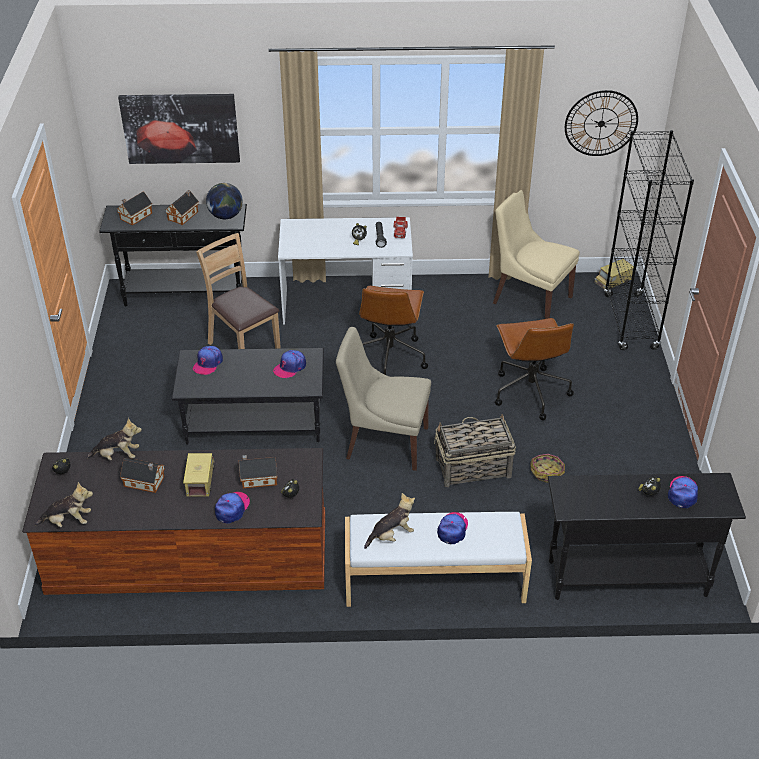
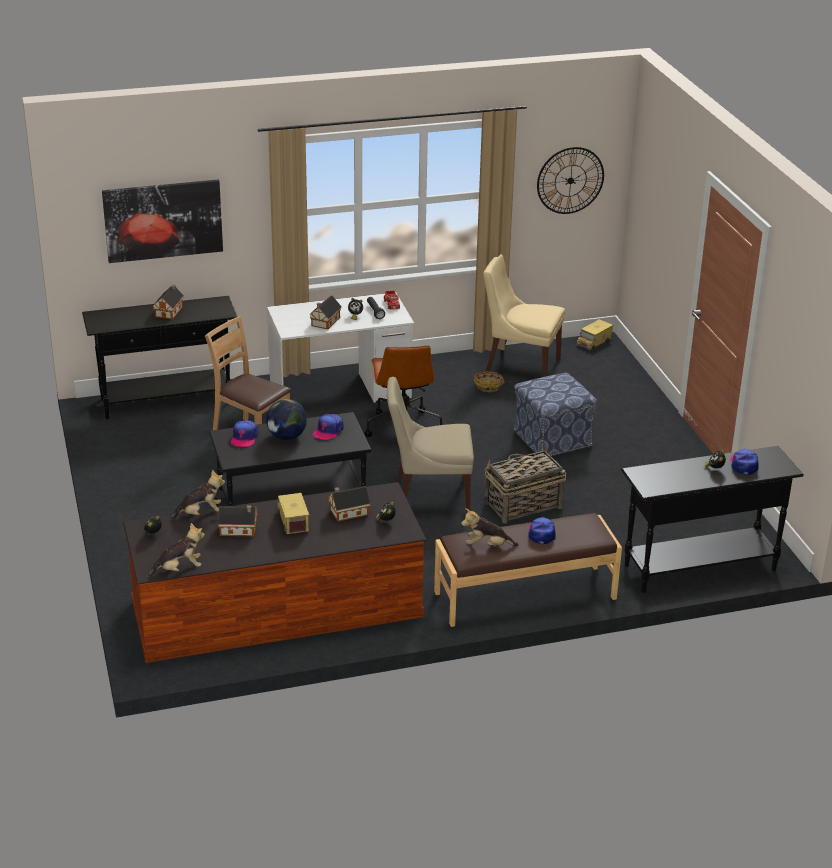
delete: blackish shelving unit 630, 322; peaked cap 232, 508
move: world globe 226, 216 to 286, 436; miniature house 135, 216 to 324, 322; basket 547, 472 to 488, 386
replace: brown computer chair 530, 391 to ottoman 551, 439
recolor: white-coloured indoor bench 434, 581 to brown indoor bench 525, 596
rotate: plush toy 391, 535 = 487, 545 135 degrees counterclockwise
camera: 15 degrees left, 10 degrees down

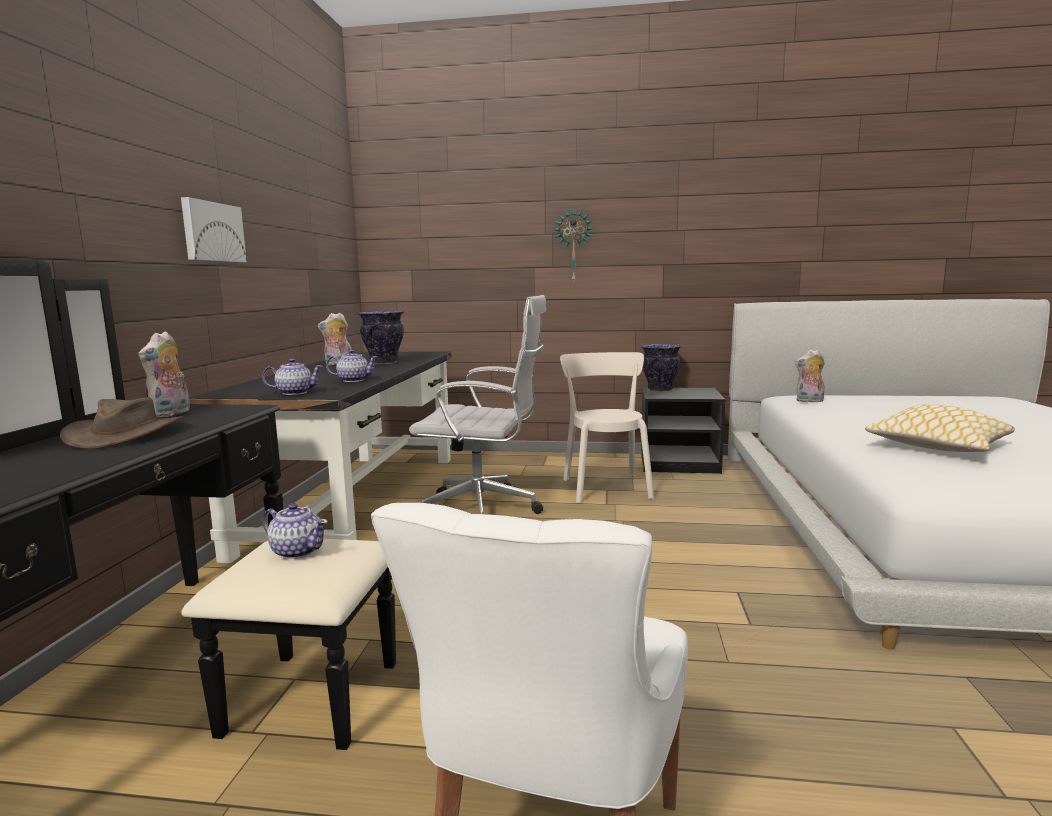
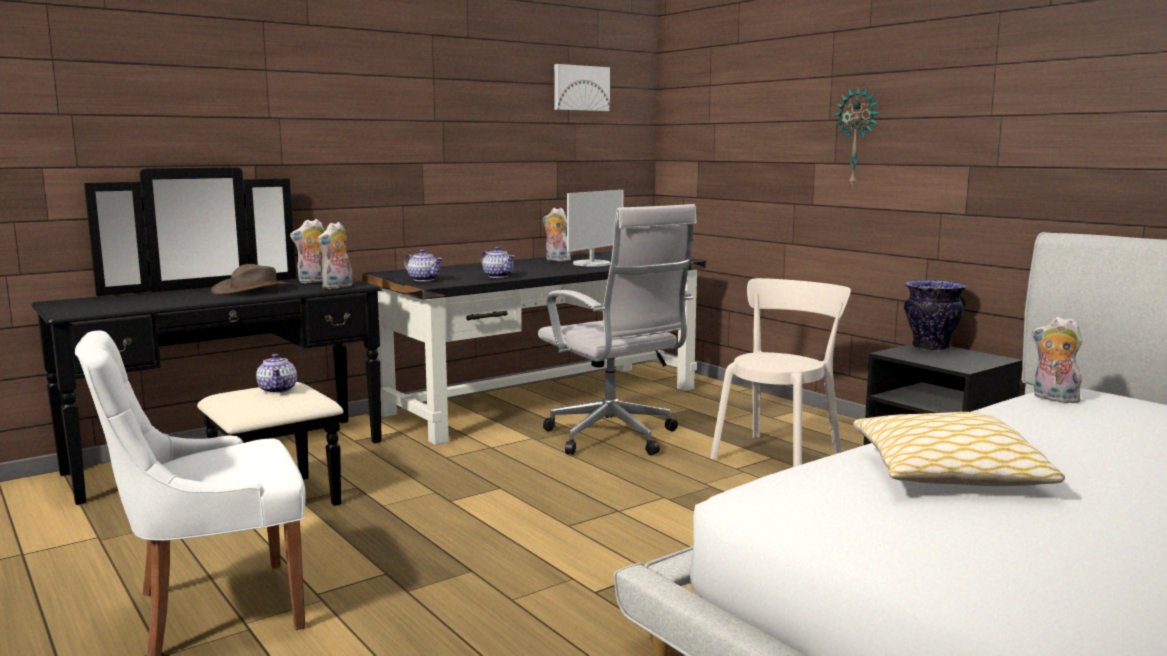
insert: plush toy 337, 287
move: picture 212, 232 to 580, 88
replace: flower vase 383, 362 to monitor 592, 264
camera: 45 degrees right, 0 degrees up

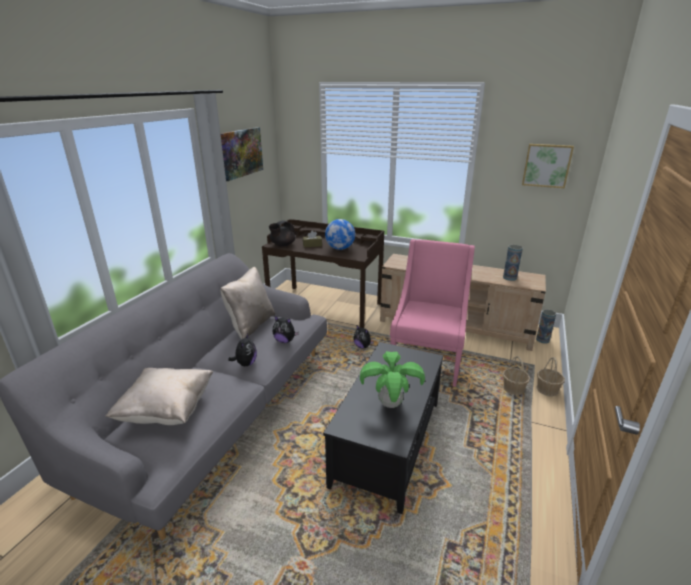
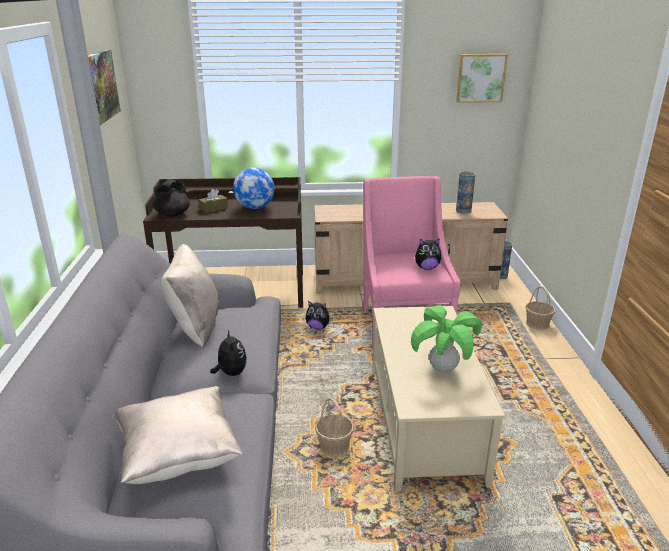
move: plush toy 285, 341 to 426, 268; basket 513, 388 to 334, 445
recolor: blackish lounge table 386, 442 to beige-coloured lounge table 422, 422
camera: 25 degrees left, 0 degrees up

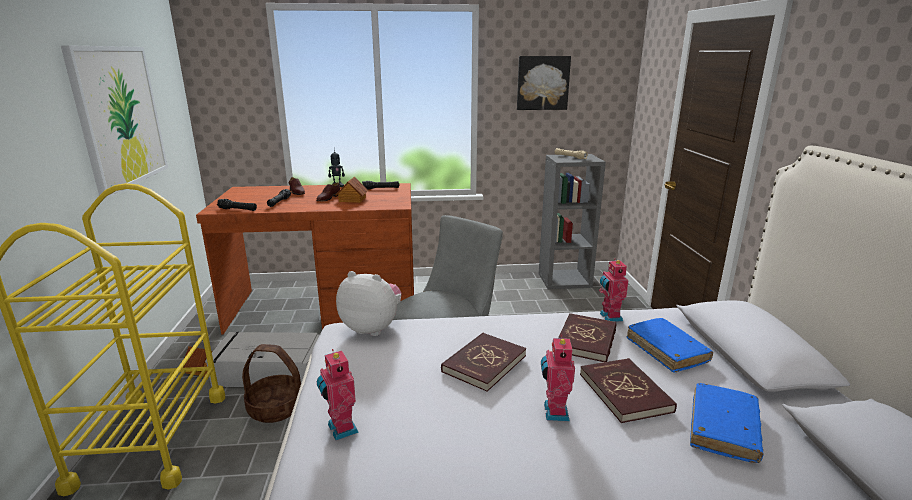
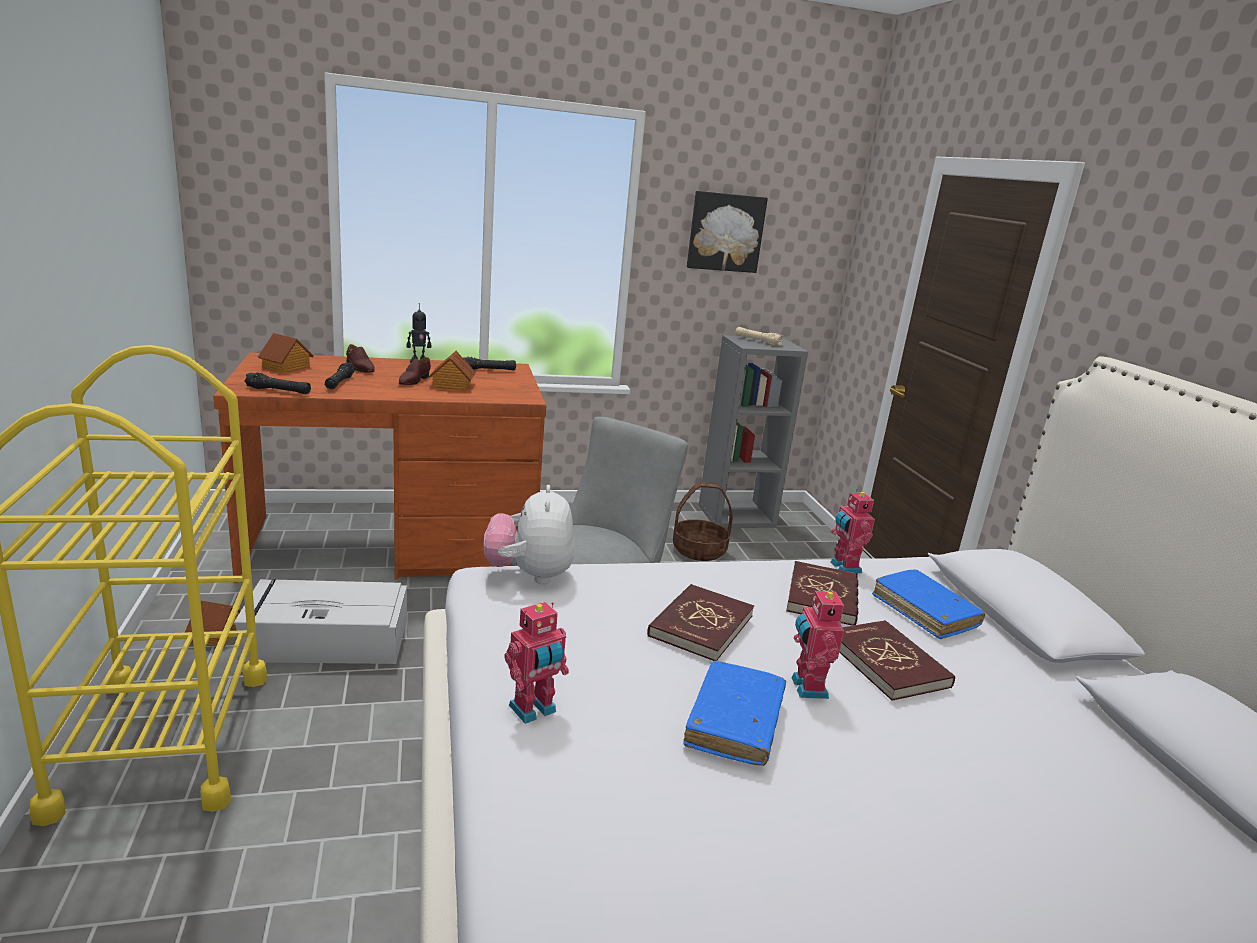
delete: picture 119, 116
insert: miniature house 286, 367
move: basket 276, 408 to 699, 550; blue-coloured bound book 723, 429 to 734, 722
rotate: plush toy 372, 328 = 529, 575 105 degrees counterclockwise; robot figure 340, 429 = 534, 710 90 degrees counterclockwise
camera: 10 degrees left, 0 degrees up

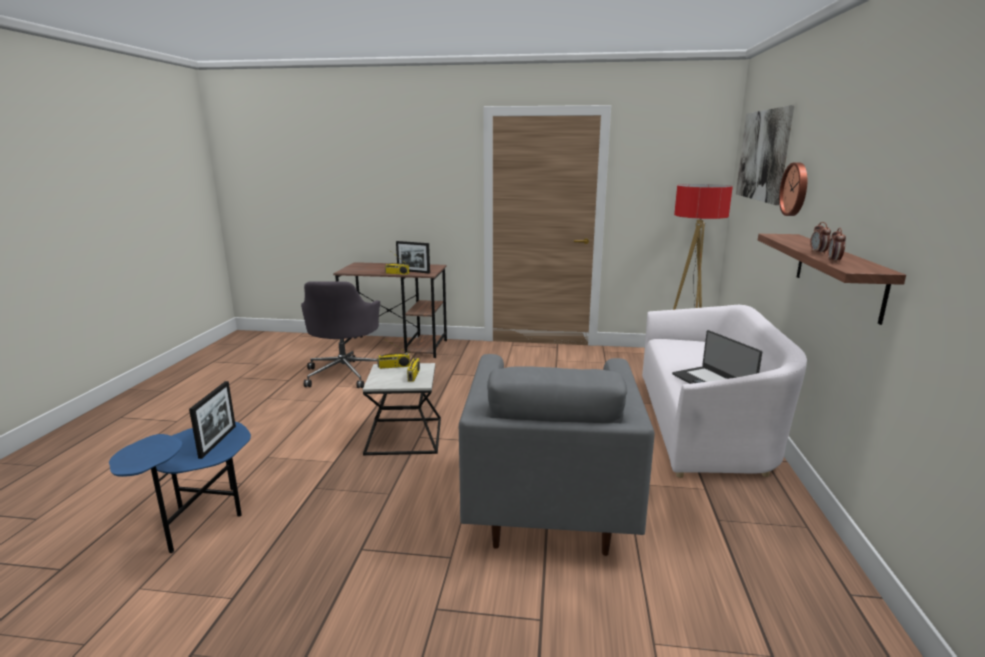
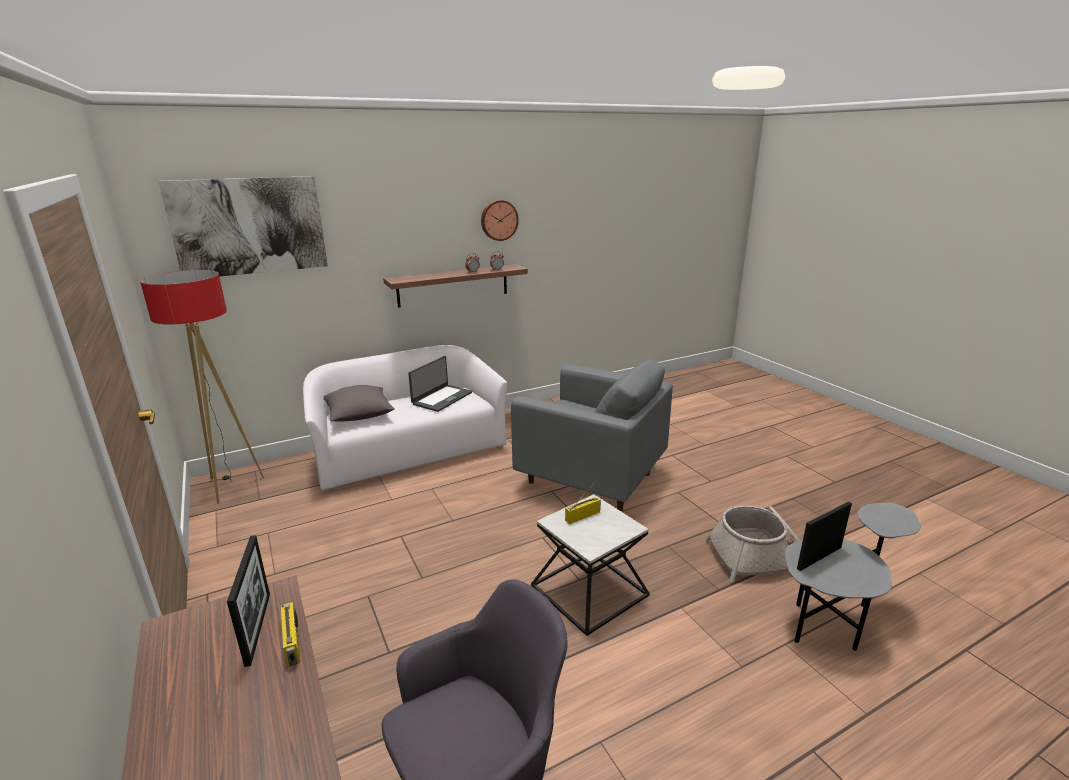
delete: radio set 394, 366
insert: grey pillow 359, 415; basket 759, 557
move: clock on the wall 796, 189 to 498, 220
recolor: blue-coloured side table 201, 522 to grey side table 834, 620
rotate: grey easy chair 548, 505 = 589, 479 60 degrees clockwise
camera: 125 degrees left, 5 degrees up

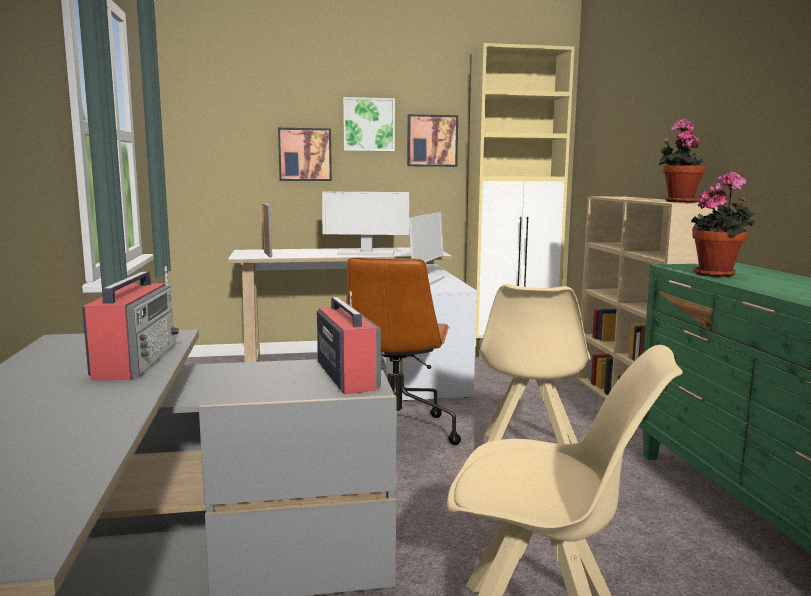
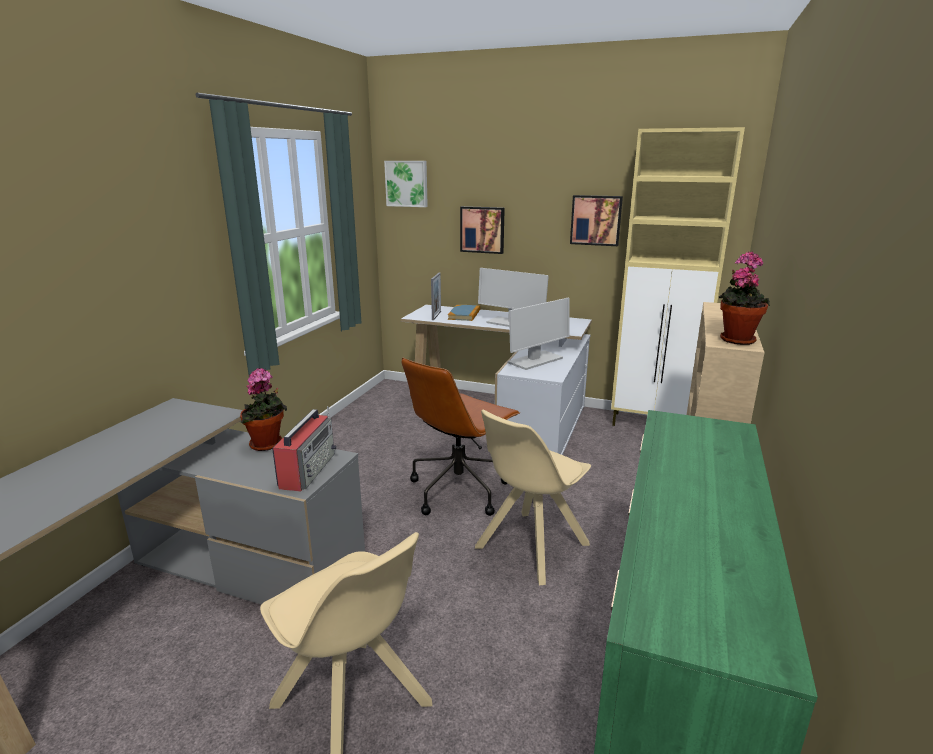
delete: radio set 136, 361
insert: bound book 464, 315
move: picture 368, 124 to 407, 183; houseplant 718, 274 to 268, 445
camera: 30 degrees right, 10 degrees up

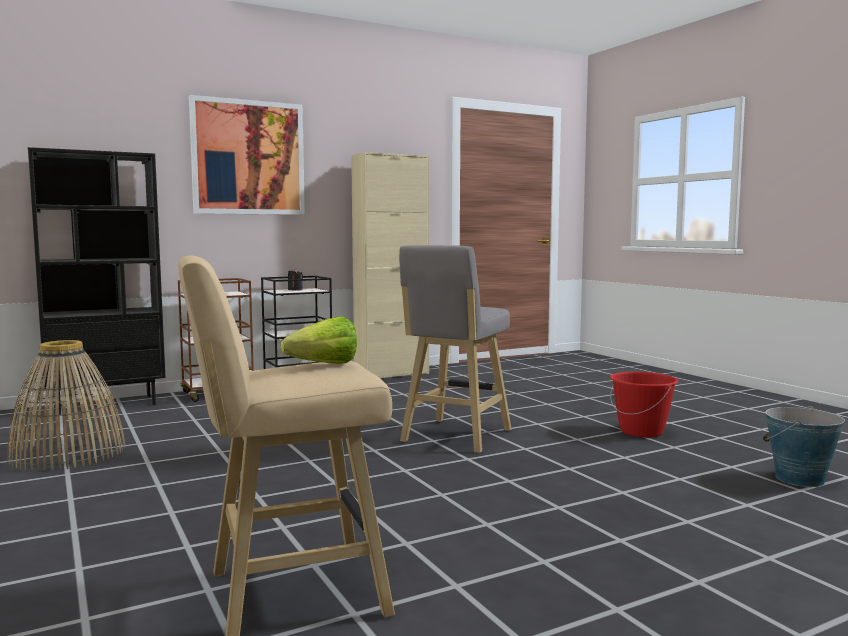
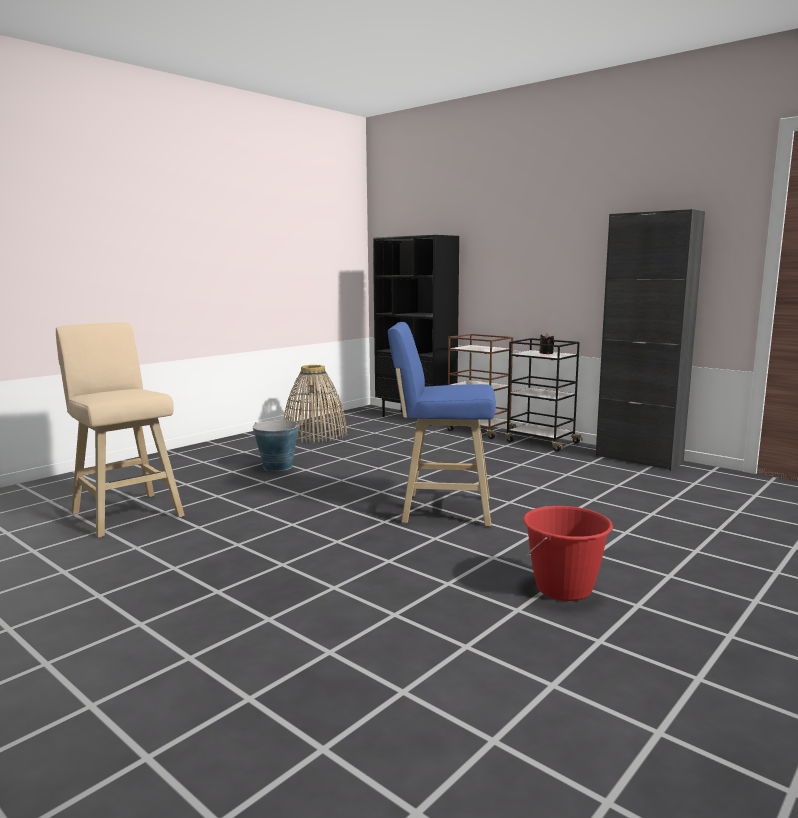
delete: picture 248, 158; lettuce 317, 366
move: bucket 799, 479 to 277, 467
recolor: beige-coloured cupboard 391, 374 to blackish cupboard 638, 459; grey stool 454, 437 to blue-coloured stool 441, 510
camera: 70 degrees right, 5 degrees up

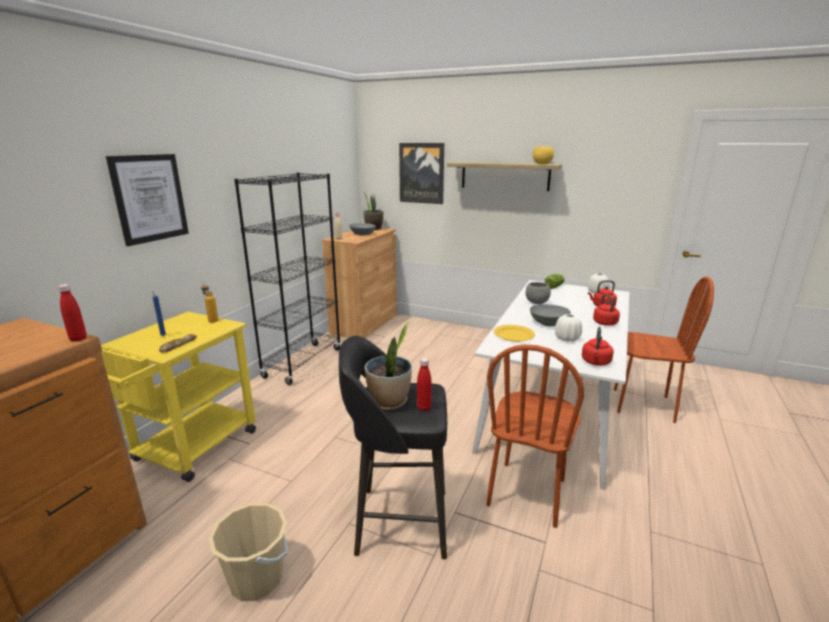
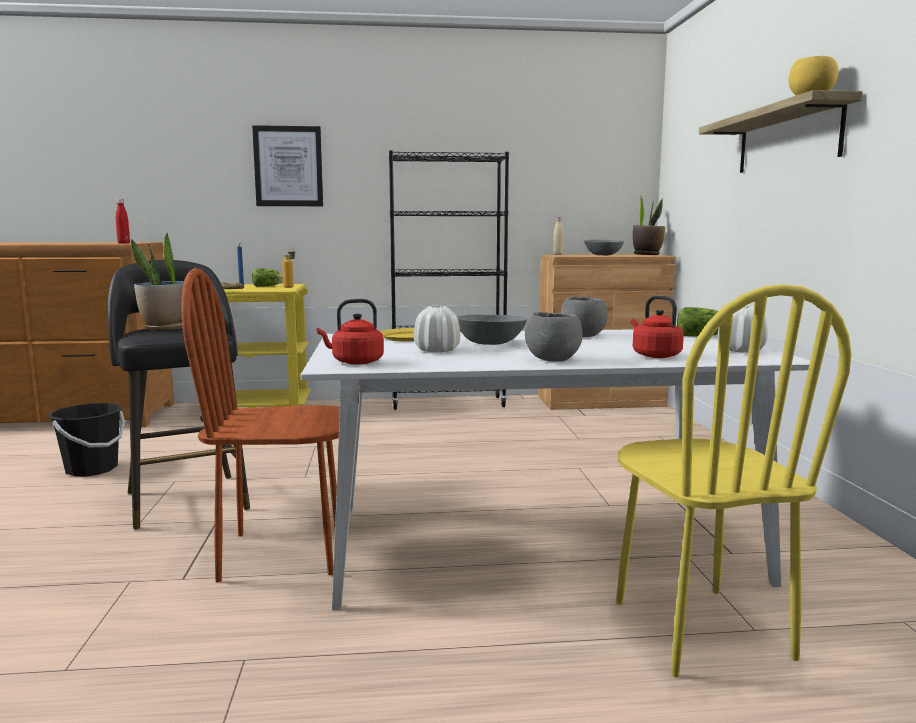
delete: picture 421, 173; reddish drink bottle 424, 408
insert: lettuce 268, 286
replace: reddish tea kettle 605, 323 to grey serving bowl 553, 360
recolor: brown plain chair 643, 405 to yellow plain chair 699, 629; beige-coloured bucket 257, 579 to blackish bucket 91, 469
camera: 60 degrees right, 10 degrees down

